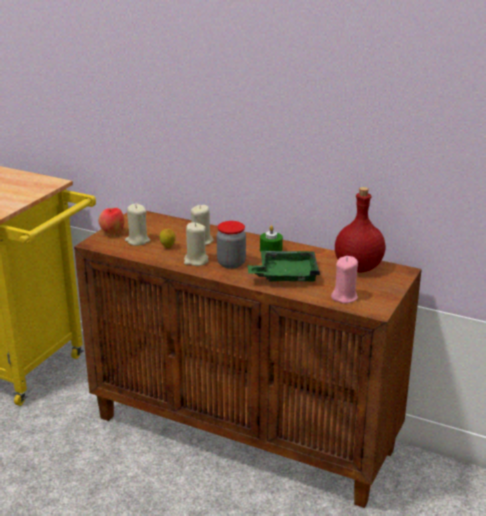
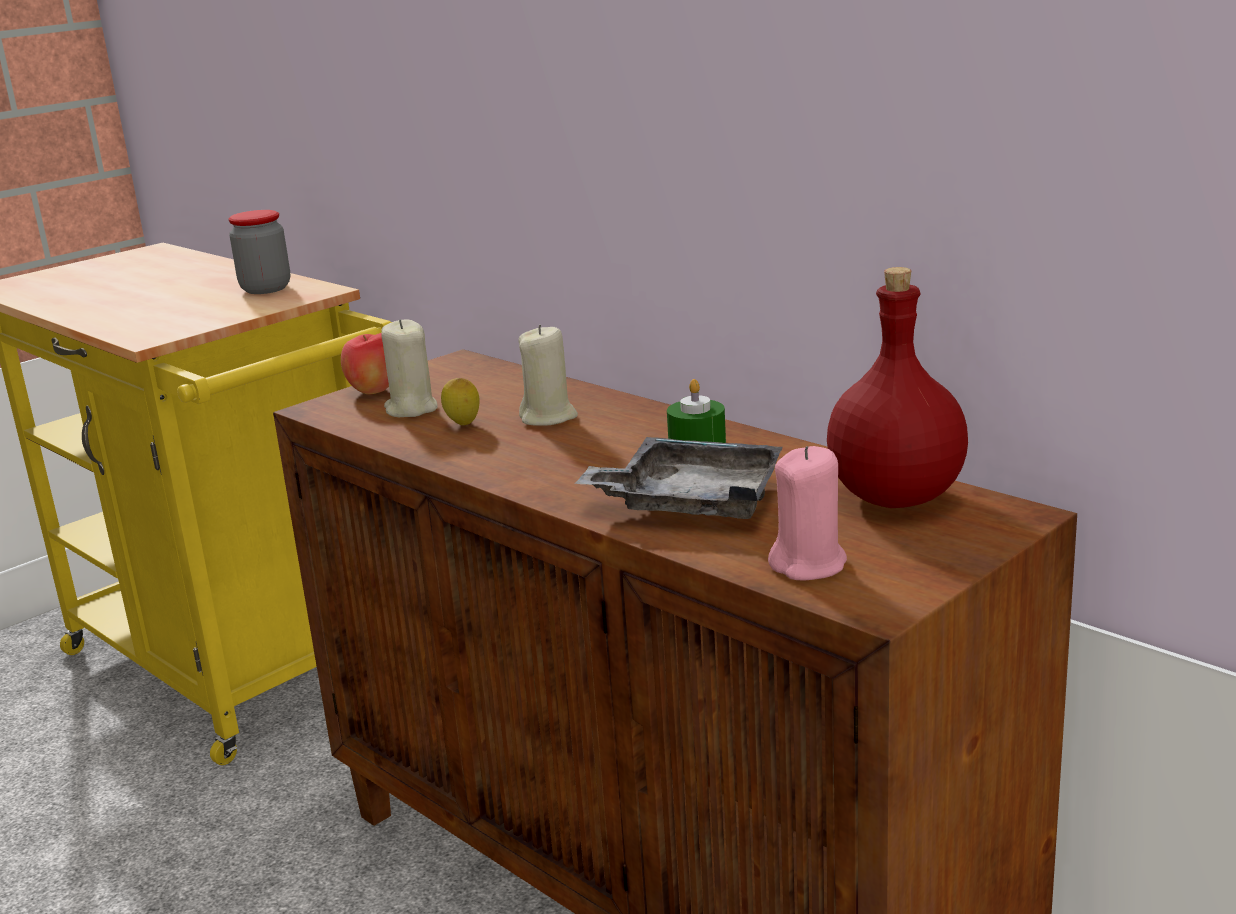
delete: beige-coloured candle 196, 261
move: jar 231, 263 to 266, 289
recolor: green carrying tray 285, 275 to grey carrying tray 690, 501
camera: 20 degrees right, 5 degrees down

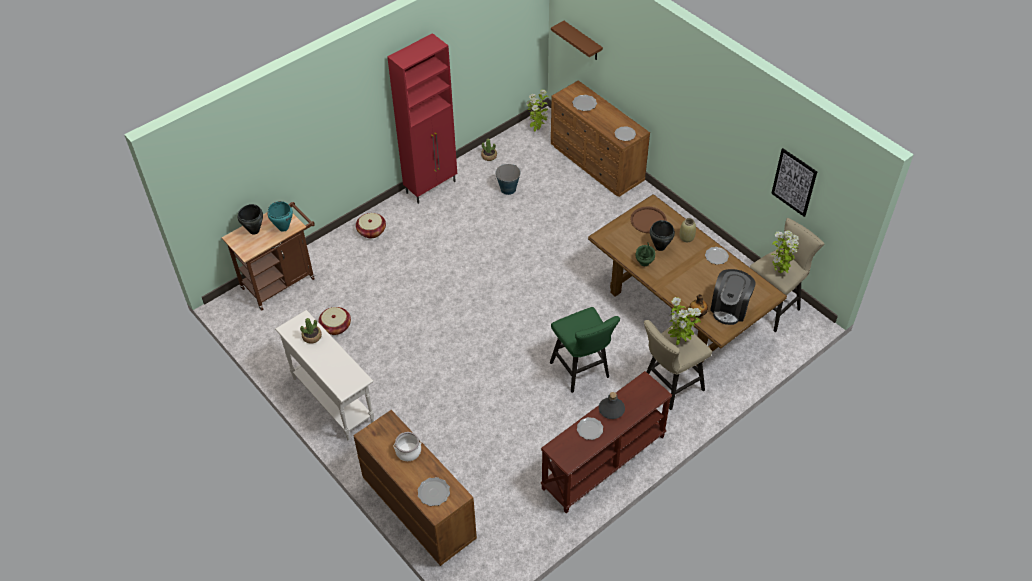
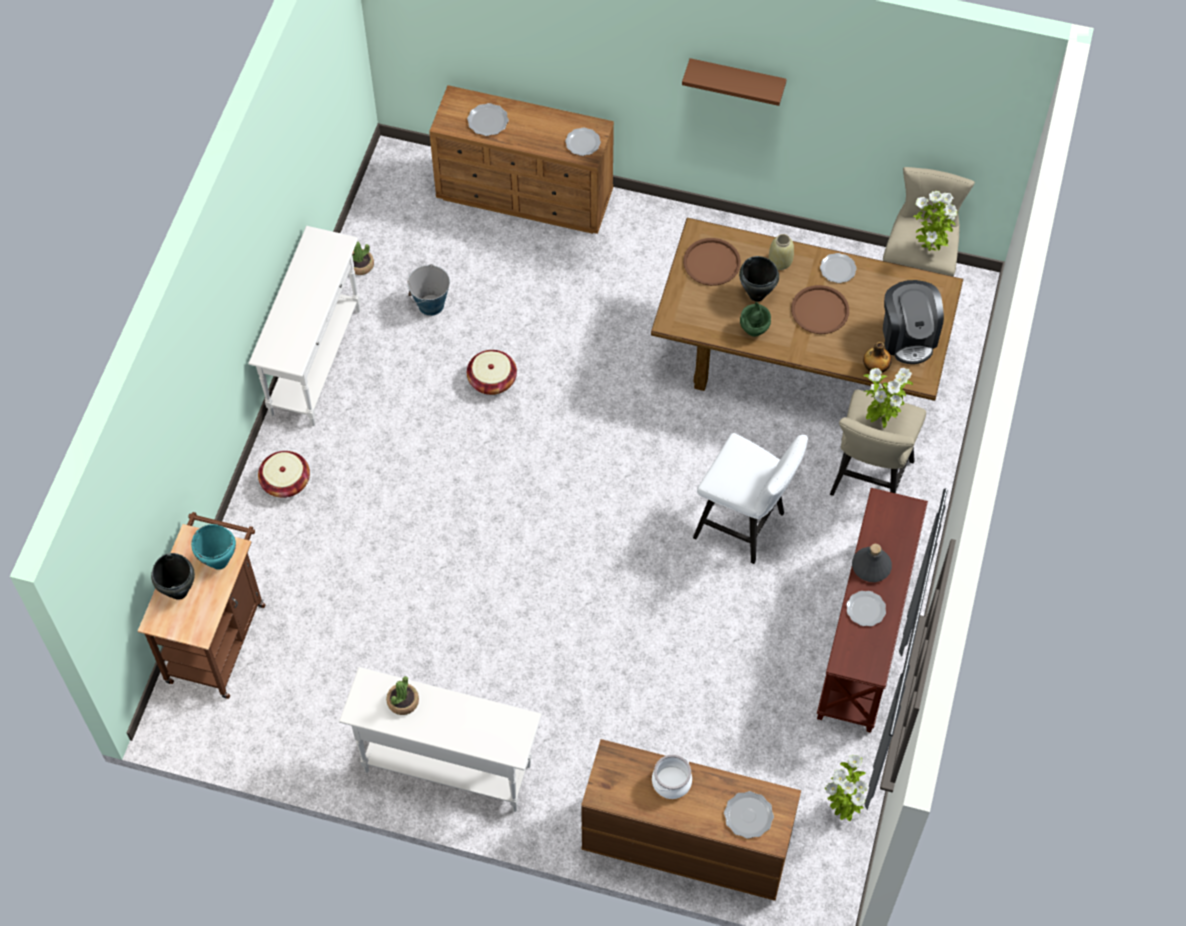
delete: picture 794, 182
insert: brown carrying tray 820, 310
move: brown shelf 582, 41 to 737, 79; houseplant 537, 130 to 842, 809; basket 336, 326 to 492, 380
replace: reddish cupboard 431, 187 to white-coloured hall table 316, 361
recolor: green stool 582, 372 to white-coloured stool 745, 527
camera: 35 degrees left, 10 degrees up

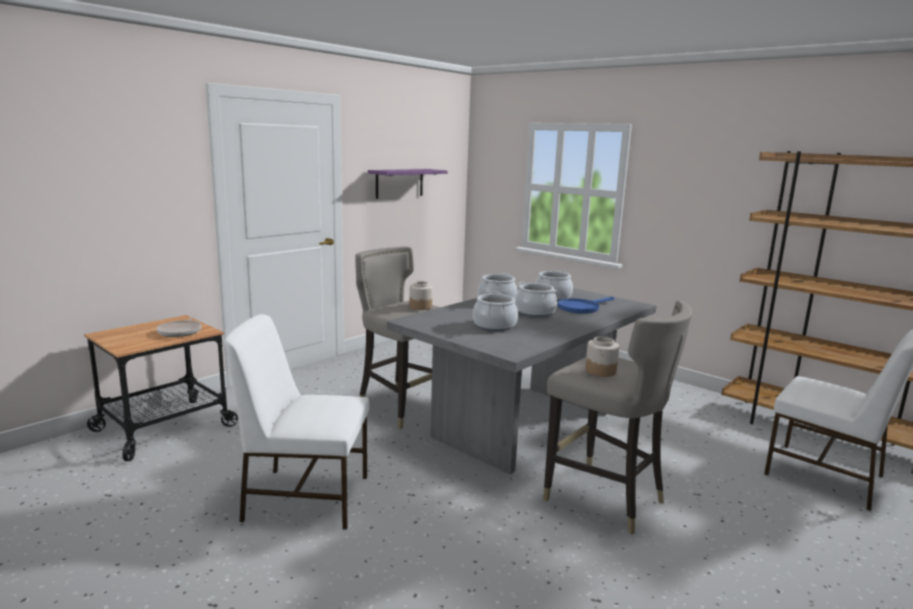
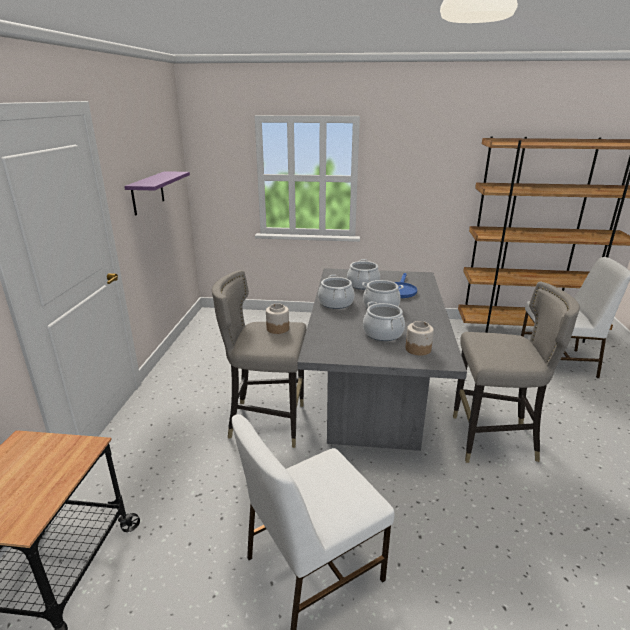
delete: frying pan 181, 331
move: jar 601, 371 to 418, 349
camera: 35 degrees left, 10 degrees up

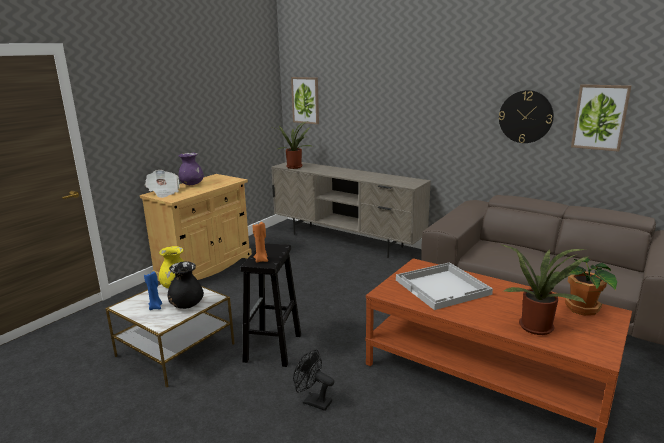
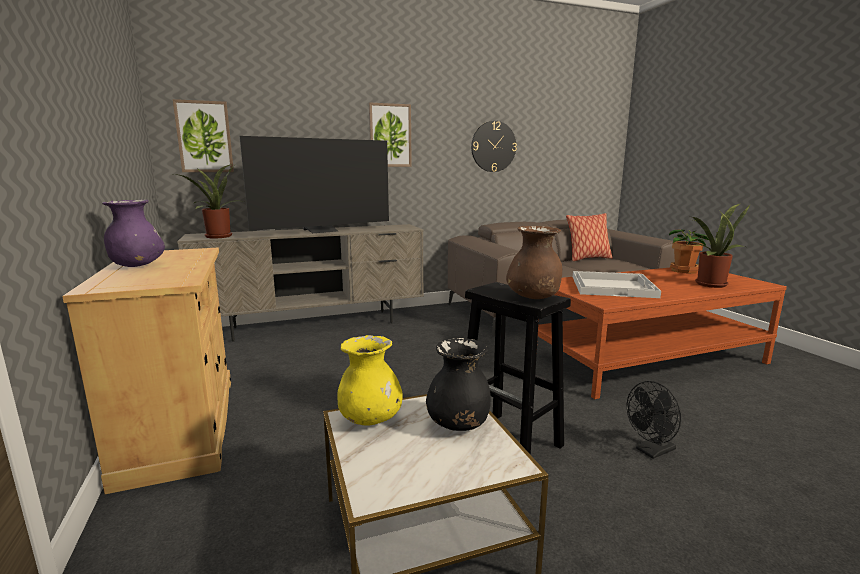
delete: daily paper 163, 192; blue-coloured candle 156, 307
insert: TV 322, 231; pillow 588, 259
move: picture 600, 117 to 390, 135
replace: orange candle 261, 260 to brown flower vase 533, 298
camera: 55 degrees left, 5 degrees down

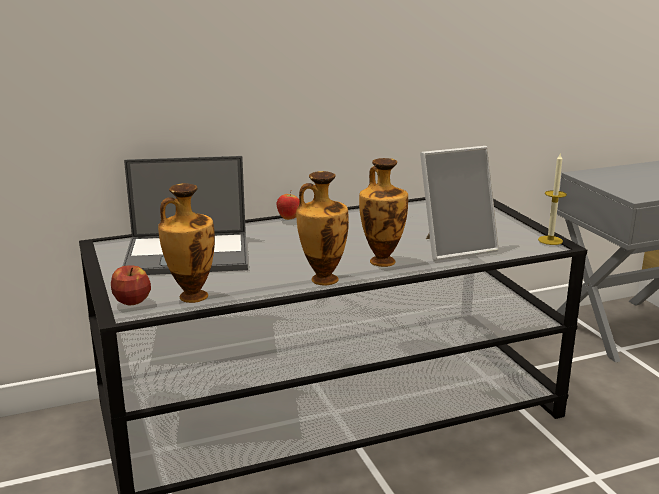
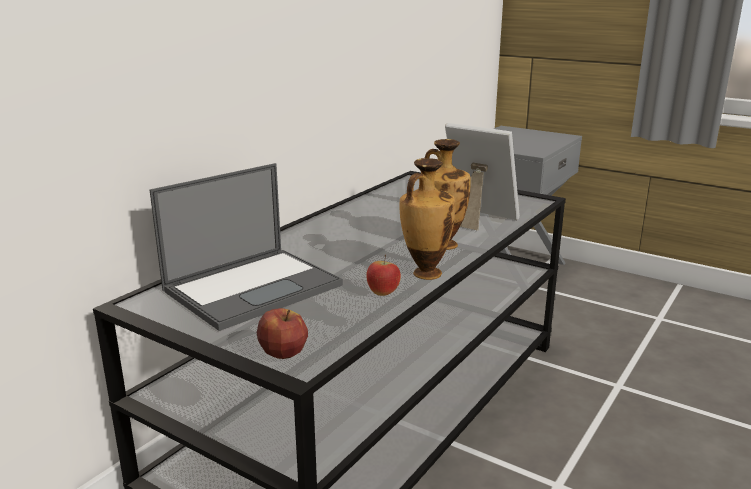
delete: candle 550, 240; flower vase 191, 296
move: apple fruit 289, 218 to 383, 293
rotate: photo frame 455, 248 = 477, 219 90 degrees counterclockwise
camera: 35 degrees left, 0 degrees up

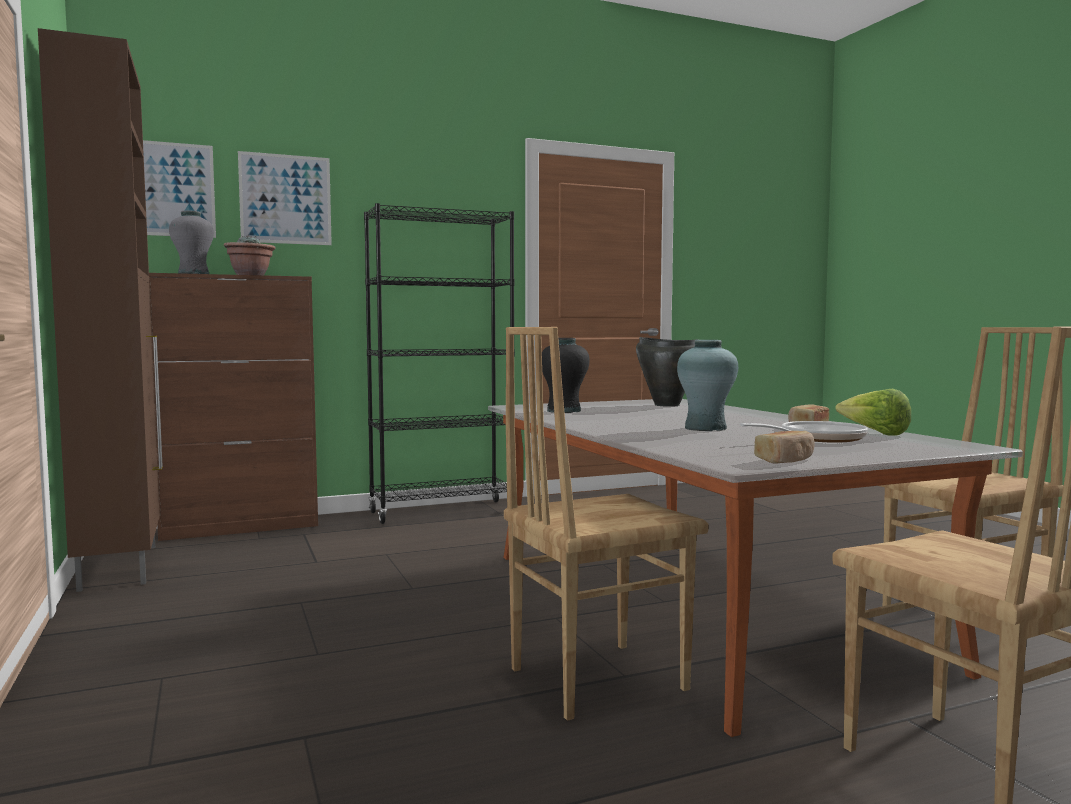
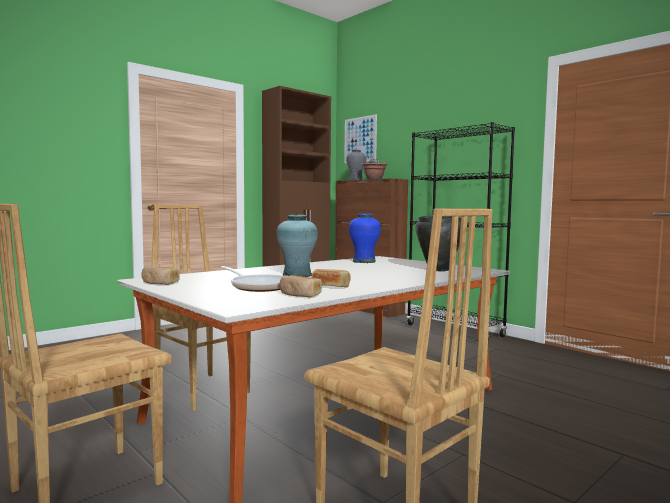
delete: picture 285, 199
replace: lettuce 875, 433 to bakery bread 299, 295
recolor: blackish flower vase 564, 411 to blue-coloured flower vase 364, 261
camera: 70 degrees right, 0 degrees up

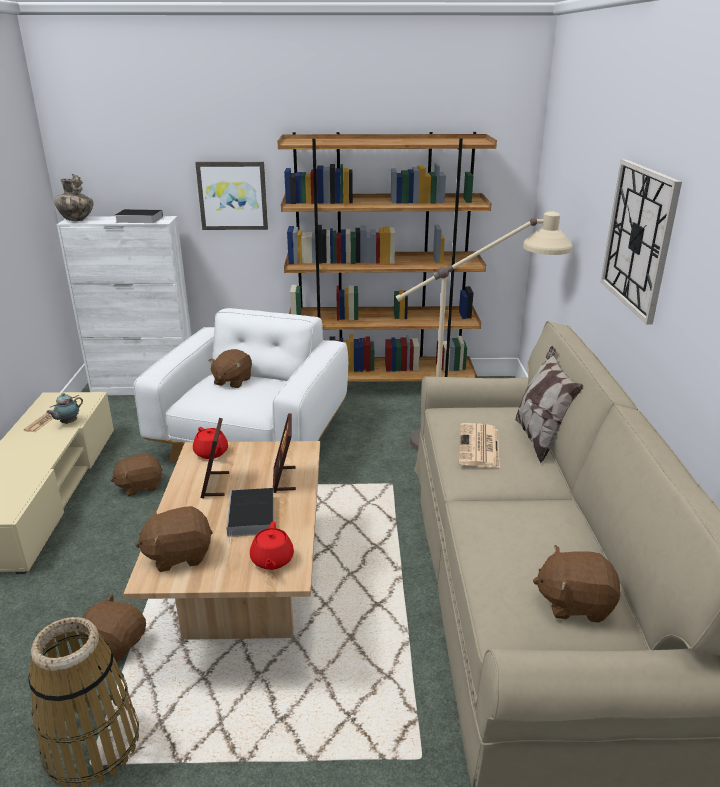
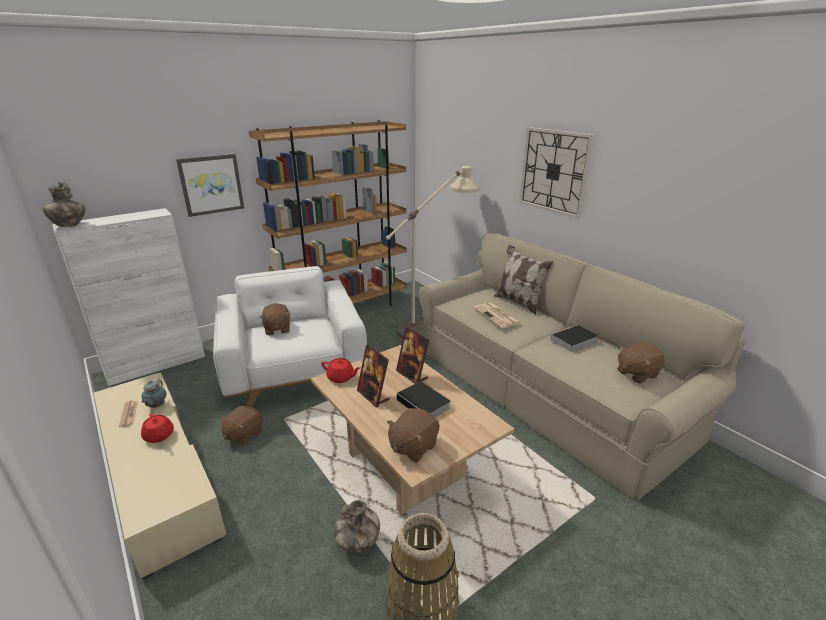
move: bound book 137, 219 to 573, 341; reddish tea pot 272, 560 to 159, 436
replace: brown plush toy 116, 643 to flower vase 358, 543
camera: 35 degrees left, 0 degrees up

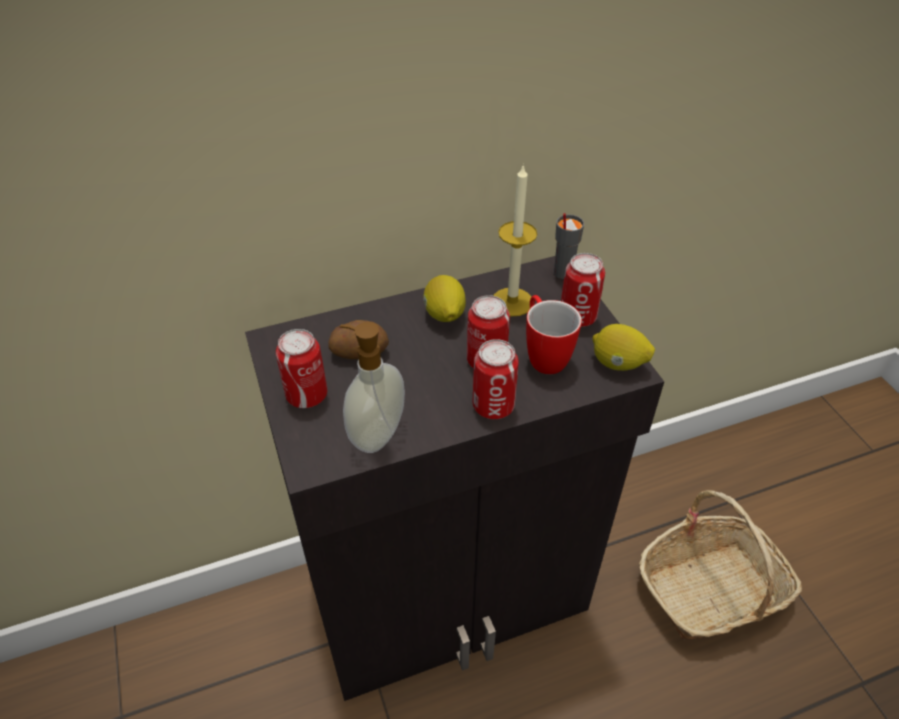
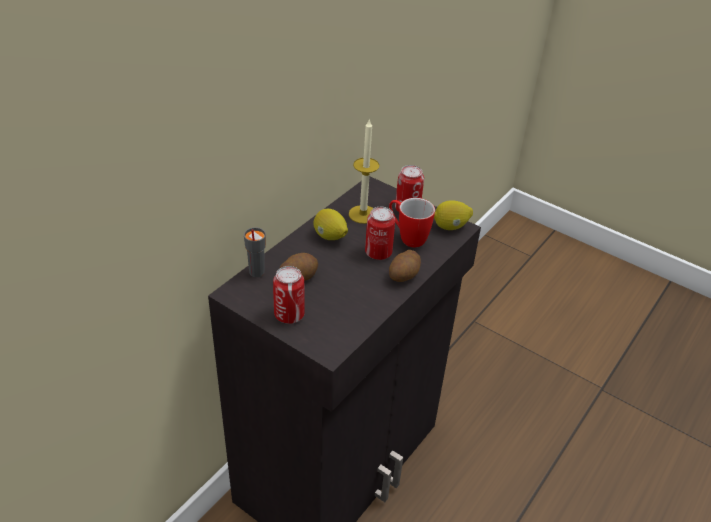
delete: liquid soap bottle 375, 433; basket 711, 589
move: grey small cup 562, 273 to 256, 272
replace: can 493, 406 to whole potato 404, 275
camera: 35 degrees left, 5 degrees down

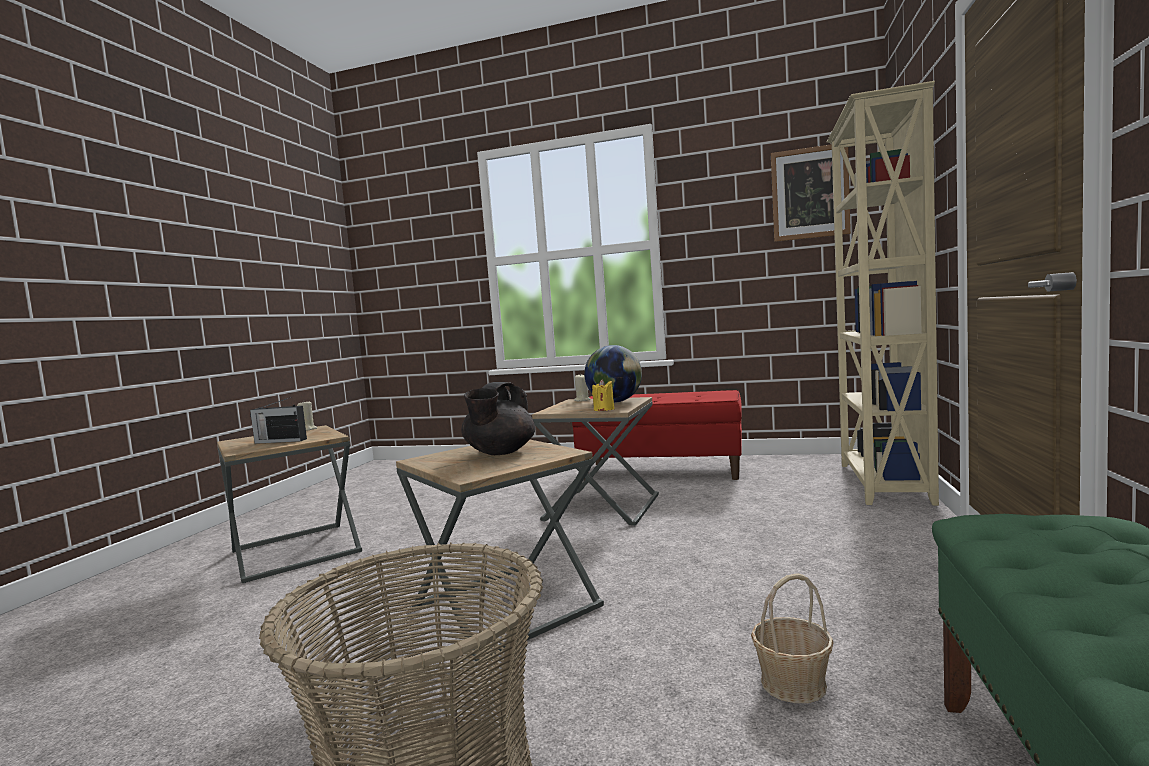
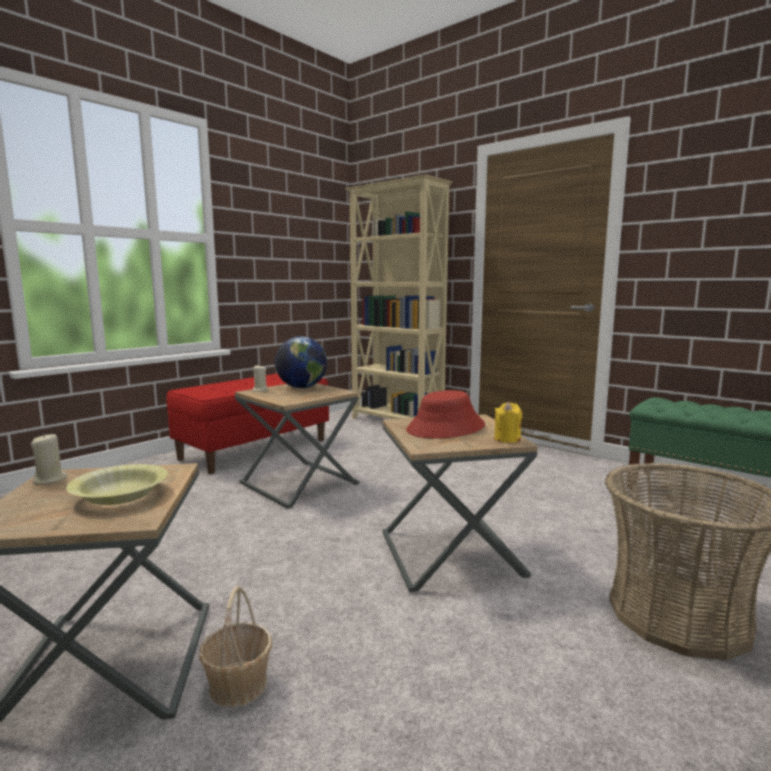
delete: picture 810, 193
move: yellow candle 604, 409 to 507, 439; basket 792, 683 to 238, 685
replace: blackish tea pot 499, 453 to reddish wearable hat 446, 428; radio set 280, 441 to yellow serving bowl 120, 495
camera: 65 degrees left, 5 degrees up

